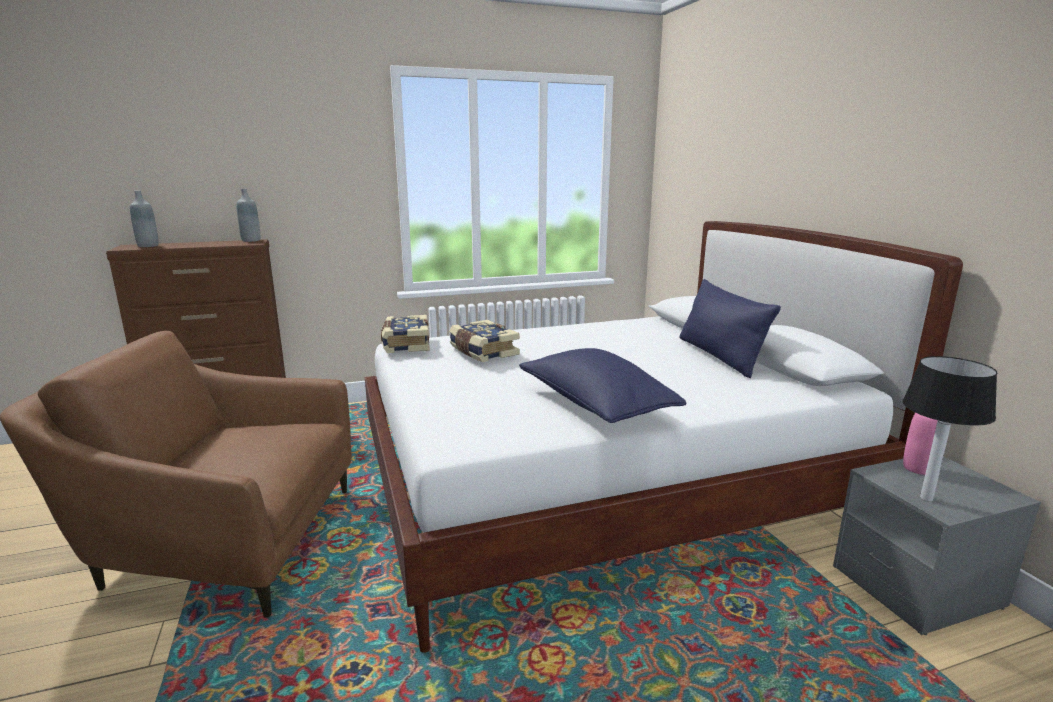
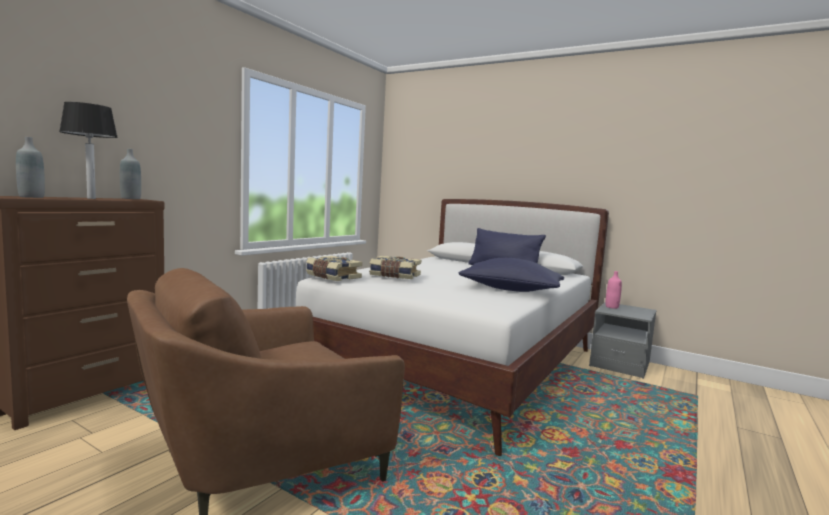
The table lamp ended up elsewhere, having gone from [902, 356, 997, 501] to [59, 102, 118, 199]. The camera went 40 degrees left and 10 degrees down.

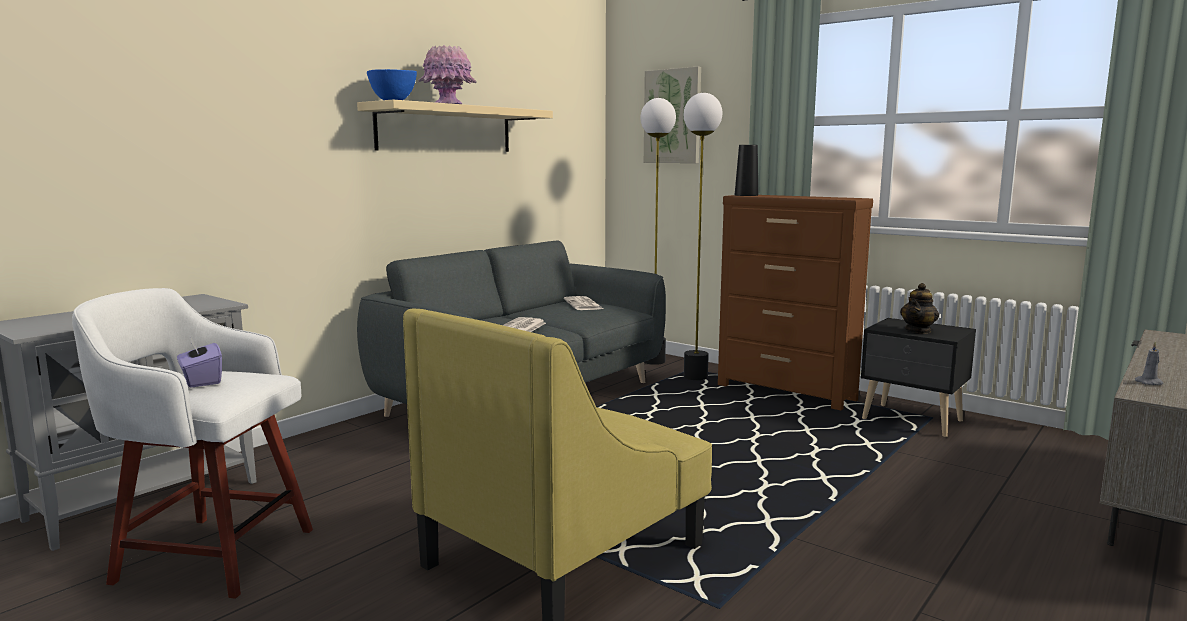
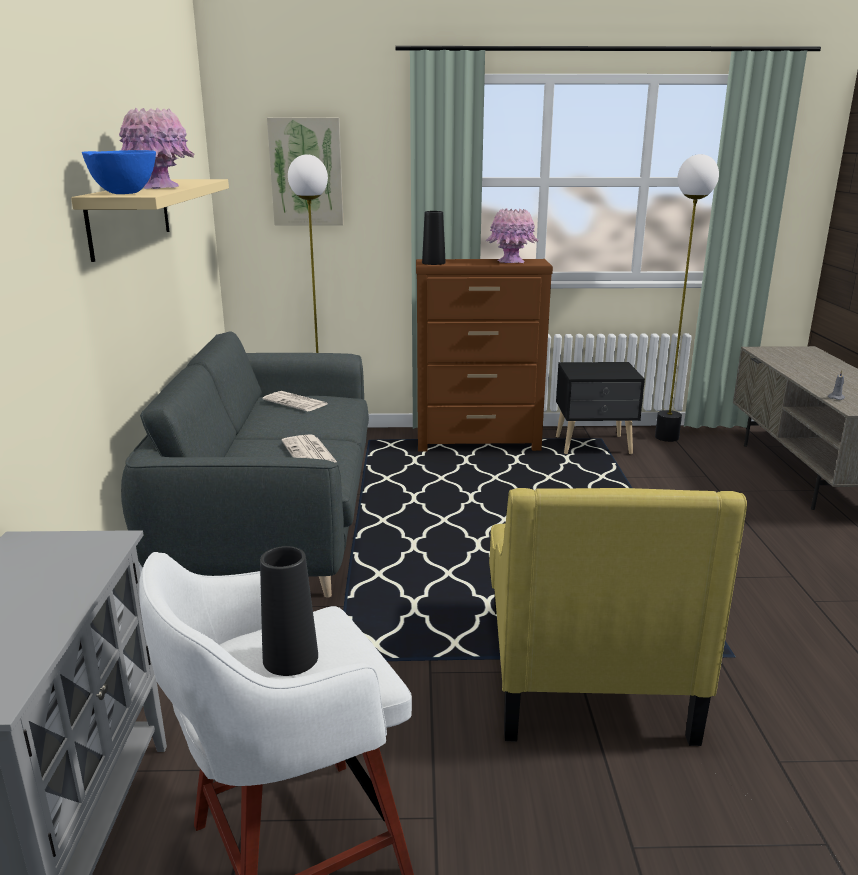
Where the box of tissues/purplish stood at [177, 336, 222, 388], the flower vase/black-coloured came to stand at [260, 546, 318, 676]. The floor lamp ended up elsewhere, having gone from [684, 93, 722, 380] to [655, 154, 719, 442]. The second view lost the pot for tea at [900, 283, 939, 334]. The second view gained the flower vase/pink-coloured at [486, 208, 539, 263]. The camera went 40 degrees left and 10 degrees up.

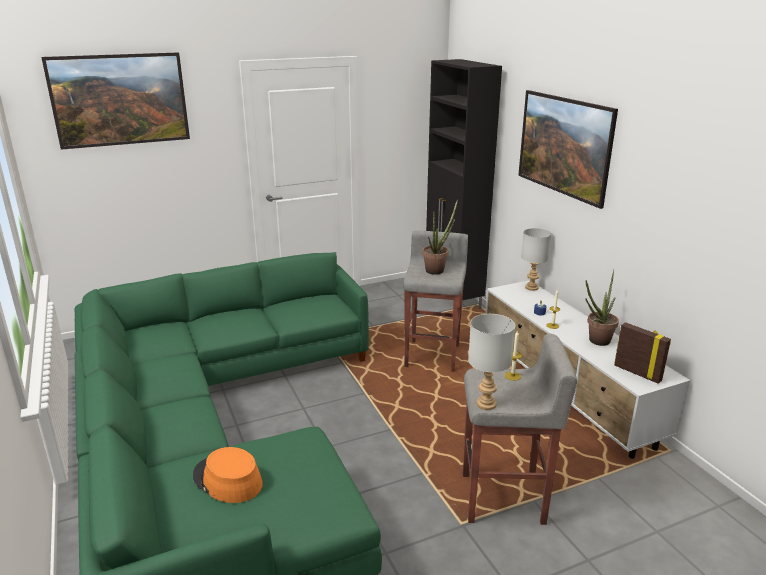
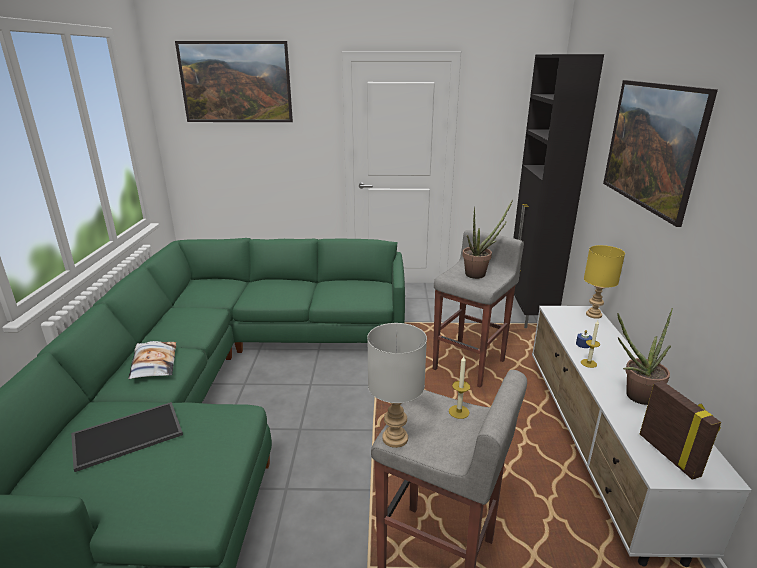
Where the clothing hat/orange-coloured stood at [193, 447, 263, 503], the serving tray came to stand at [71, 402, 183, 472]. What was the table lamp/greyish at [521, 228, 552, 291] turned into the table lamp/yellow-coloured at [584, 245, 625, 319]. The second view gained the pillow at [128, 341, 176, 379]. The camera went 25 degrees right and 0 degrees up.

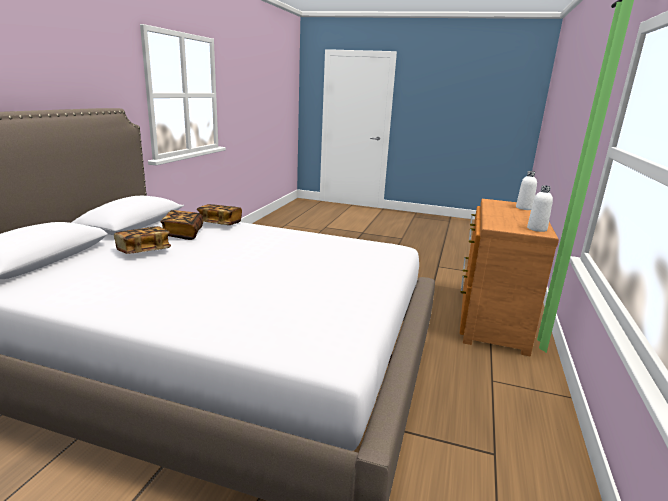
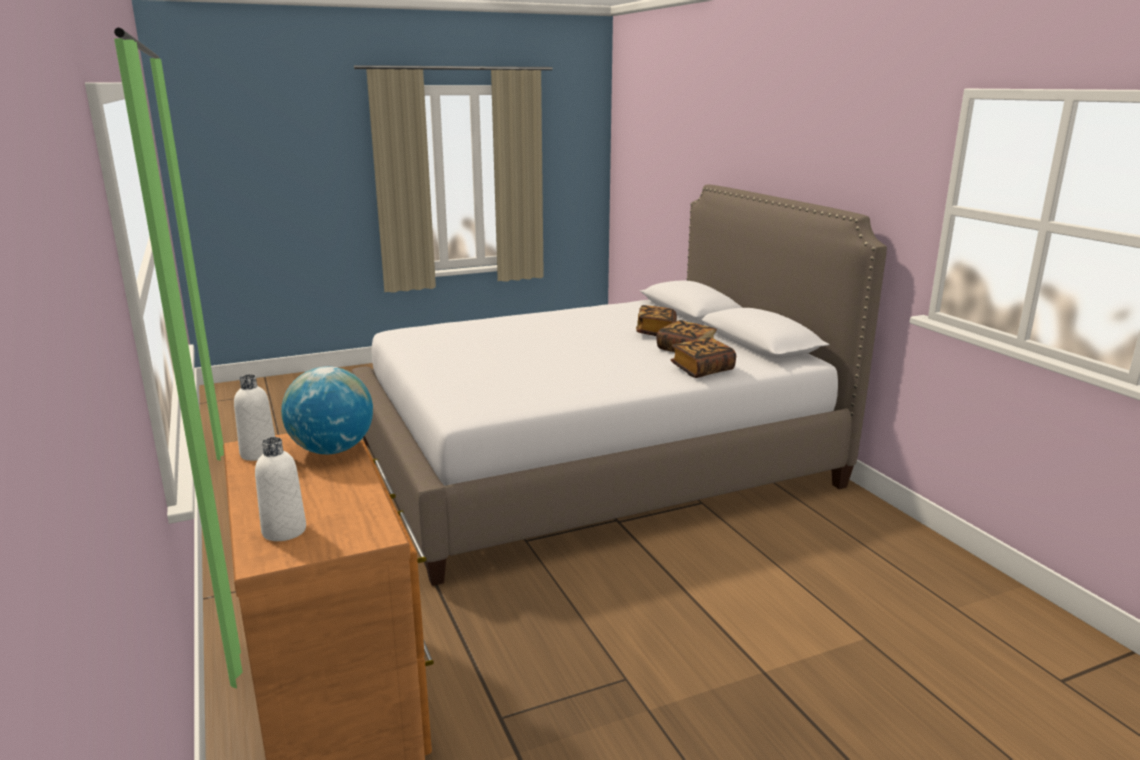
The second view gained the desk globe at [281, 366, 373, 454]. The camera went 140 degrees right and 0 degrees up.

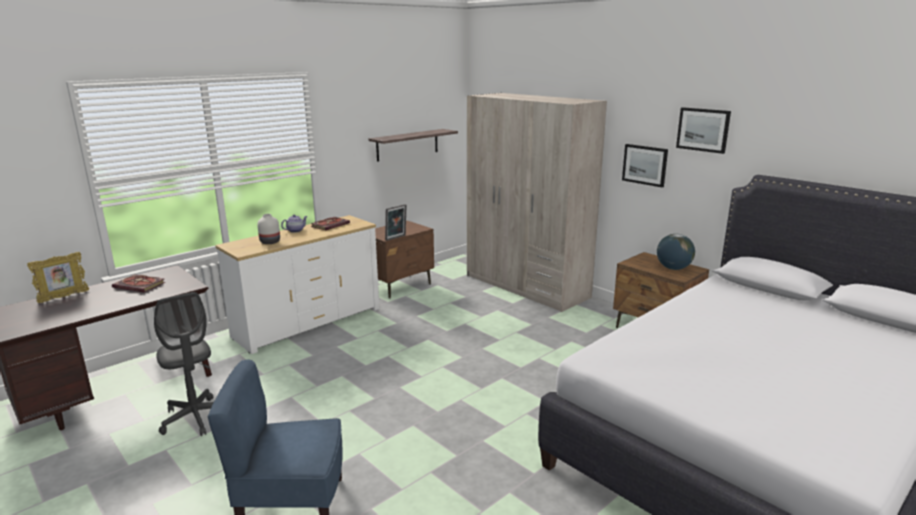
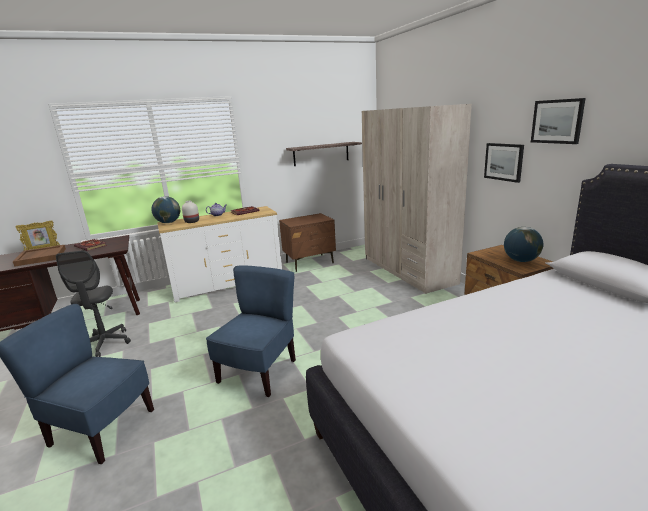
The second view lost the picture frame at [385, 204, 407, 241]. The second view gained the serving tray/brown-coloured at [13, 245, 66, 267]. The second view gained the desk globe at [151, 196, 180, 223]. The second view gained the chair/blue at [206, 266, 296, 397]. The camera went 20 degrees right and 0 degrees up.

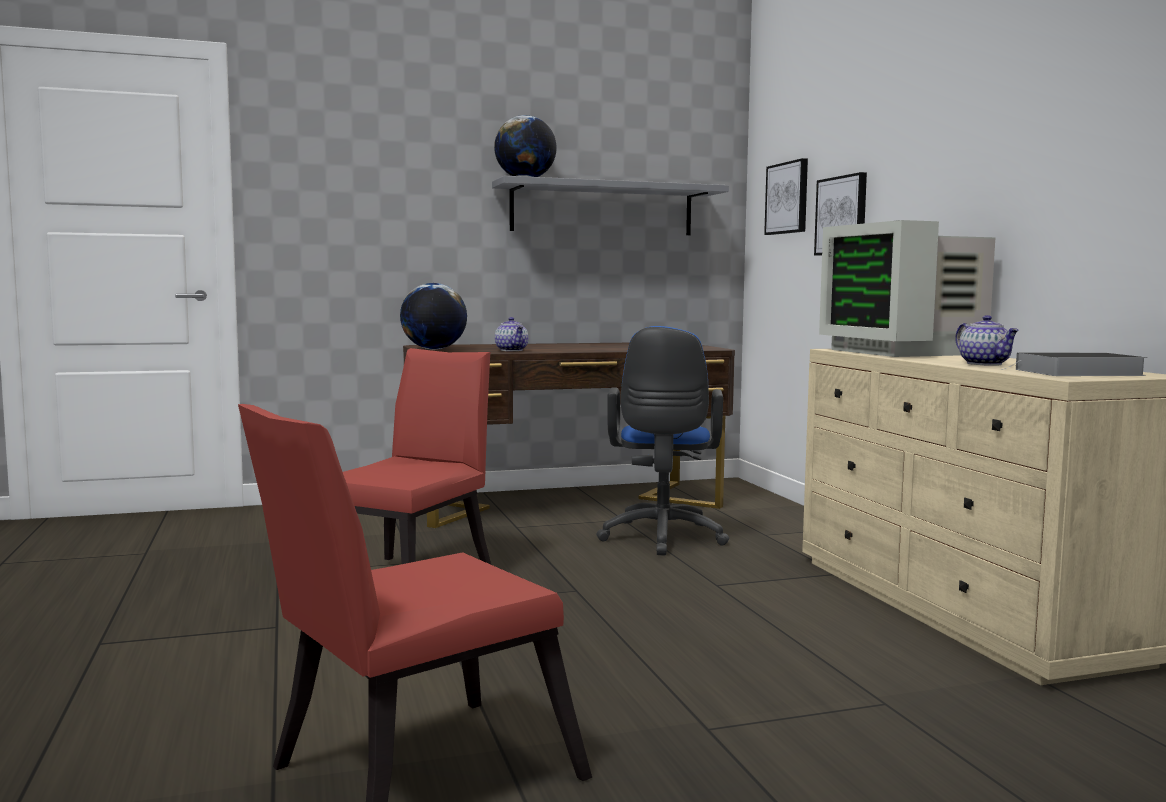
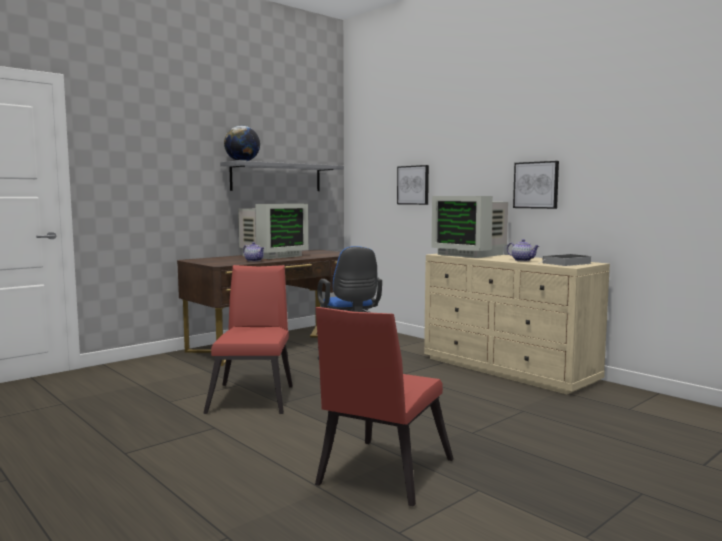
The second view lost the desk globe at [400, 283, 467, 349]. The wall art ended up elsewhere, having gone from [764, 158, 808, 235] to [513, 161, 559, 209]. The second view gained the monitor at [238, 203, 308, 259]. The camera went 25 degrees left and 0 degrees up.

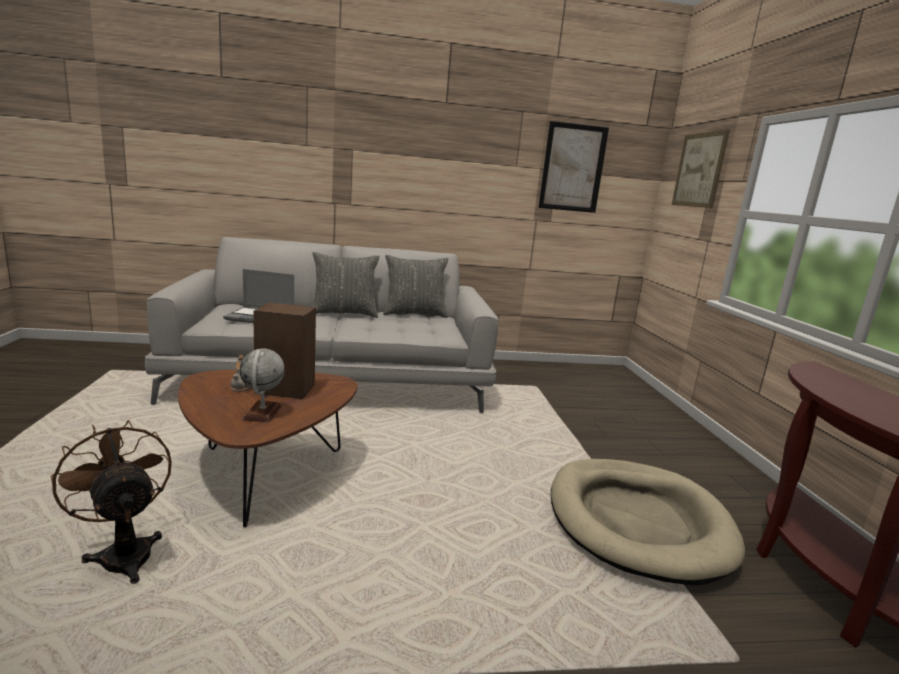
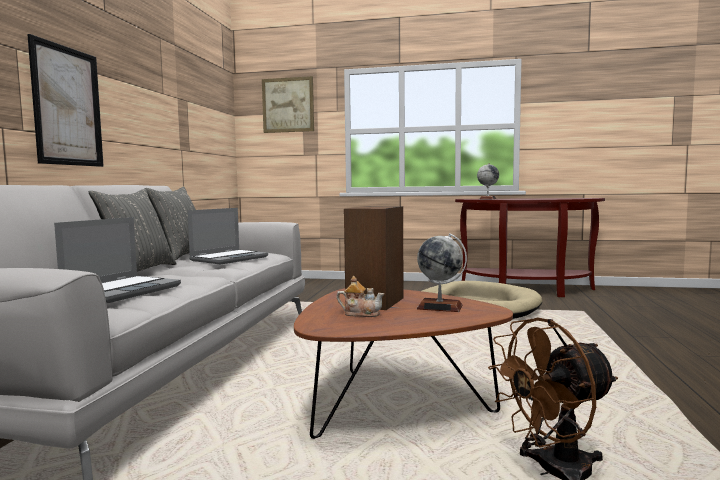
The wall art ended up elsewhere, having gone from [538, 121, 609, 213] to [27, 34, 104, 167]. The second view gained the portable computer at [187, 208, 268, 265]. The second view gained the desk globe at [477, 163, 499, 199]. The camera went 70 degrees left and 10 degrees down.

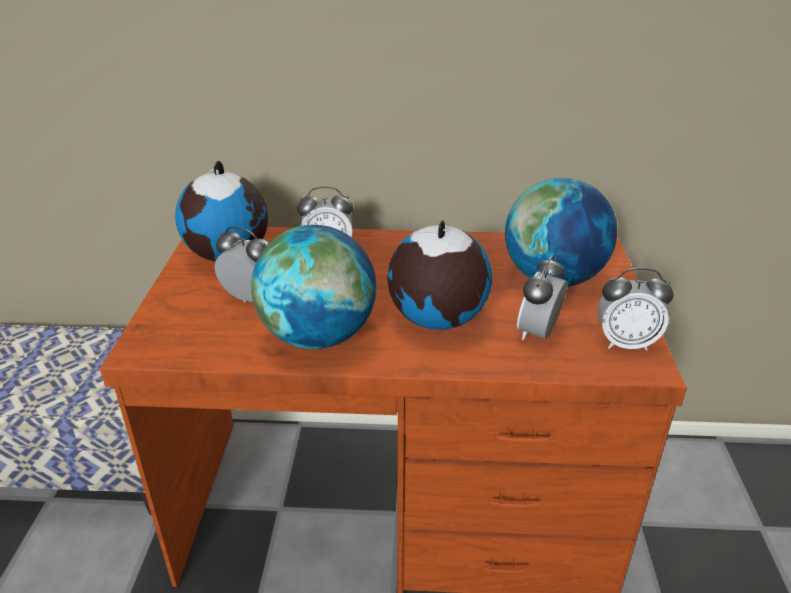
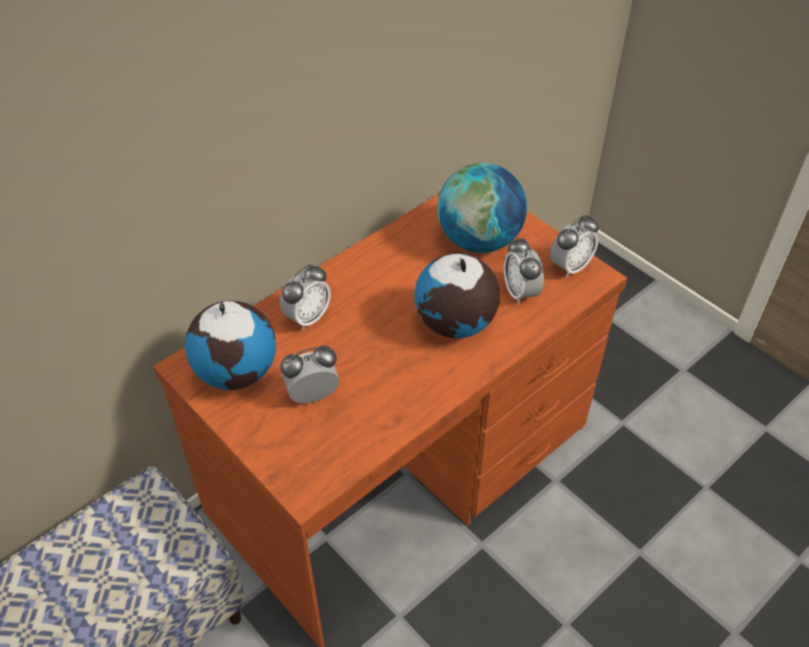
The second view lost the desk globe at [251, 225, 376, 349]. The camera went 45 degrees left and 15 degrees up.

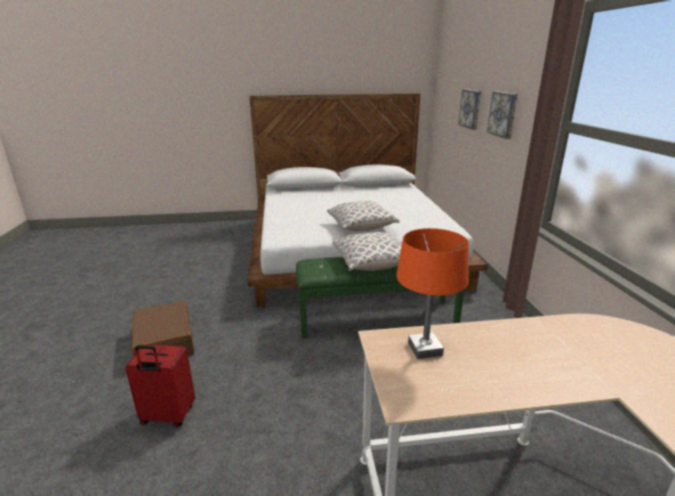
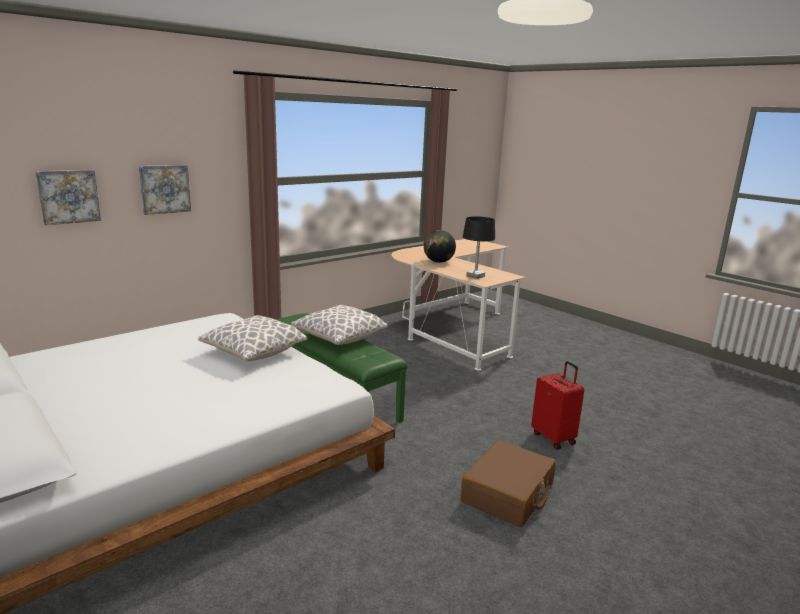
What was the table lamp/orange-coloured at [396, 228, 469, 359] turned into the table lamp/black-coloured at [463, 216, 495, 279]. The second view gained the desk globe at [424, 230, 456, 263]. The camera went 125 degrees left and 5 degrees down.

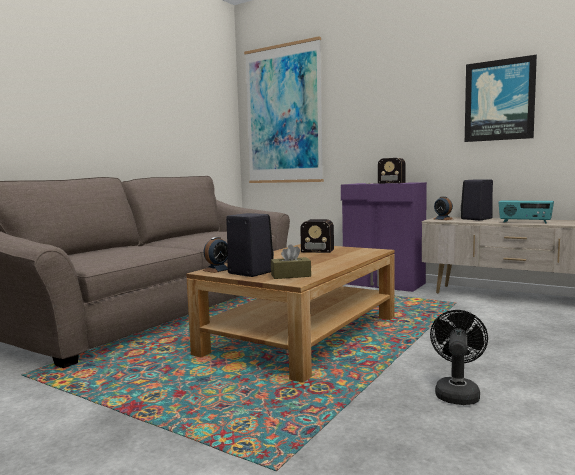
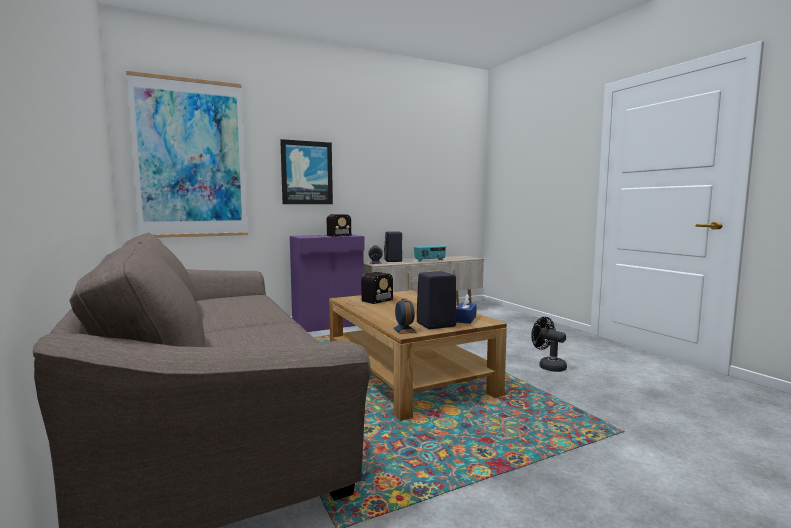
What was the box of tissues/brown-coloured at [271, 244, 311, 279] turned into the box of tissues/blue at [456, 294, 477, 324]. The wall art ended up elsewhere, having gone from [465, 55, 537, 142] to [280, 139, 333, 204]. The camera went 60 degrees left and 0 degrees up.

